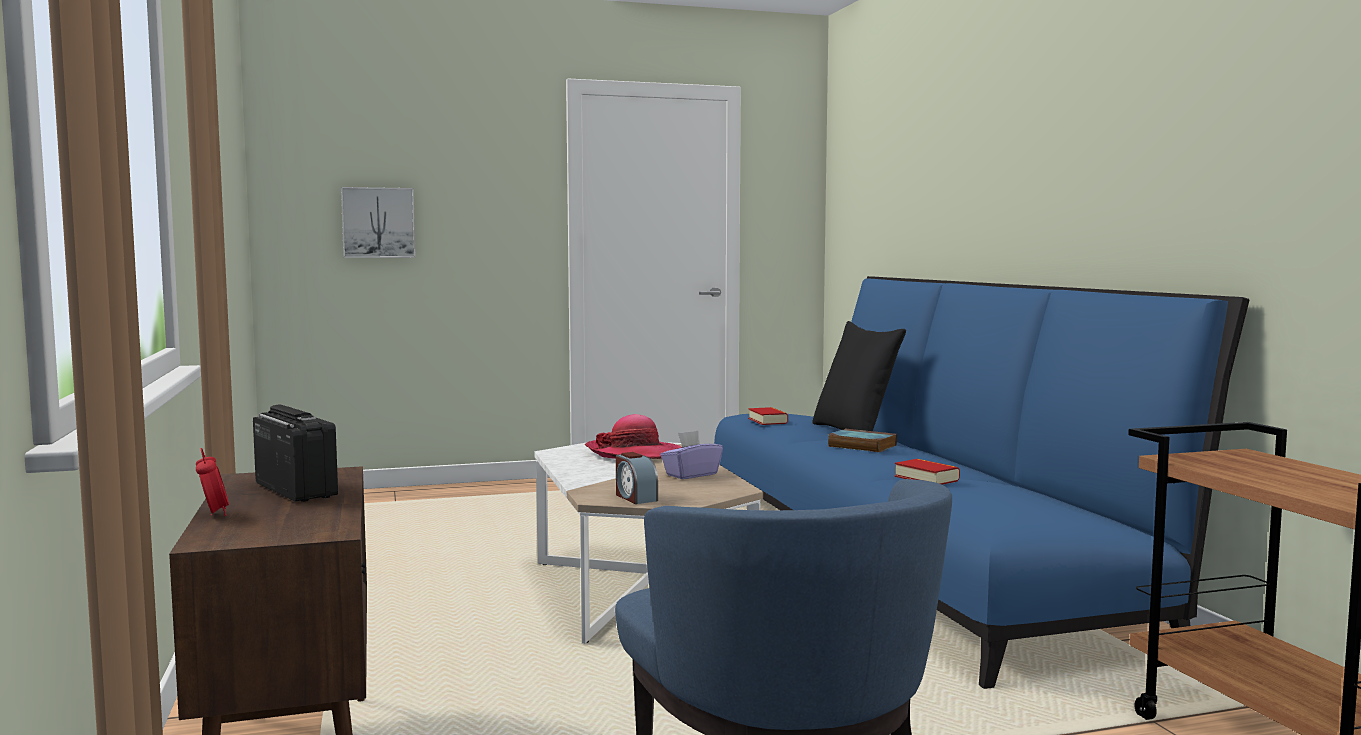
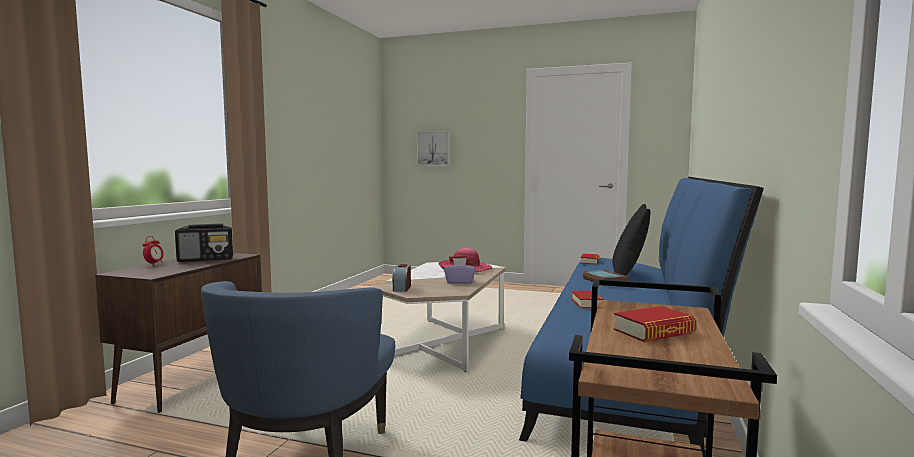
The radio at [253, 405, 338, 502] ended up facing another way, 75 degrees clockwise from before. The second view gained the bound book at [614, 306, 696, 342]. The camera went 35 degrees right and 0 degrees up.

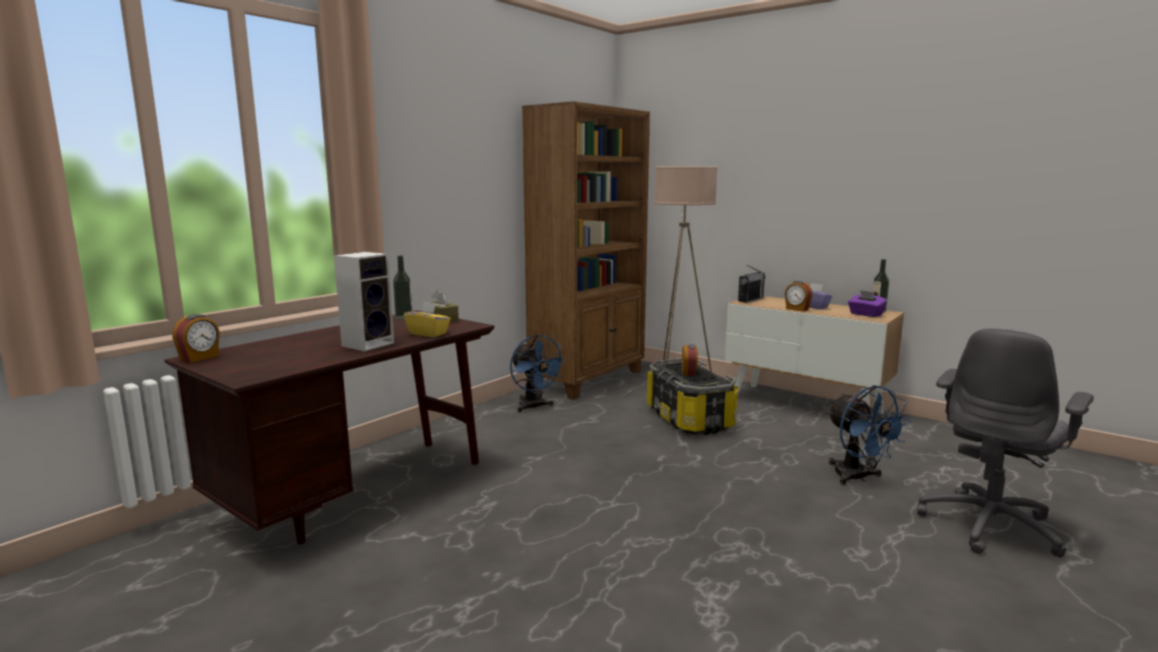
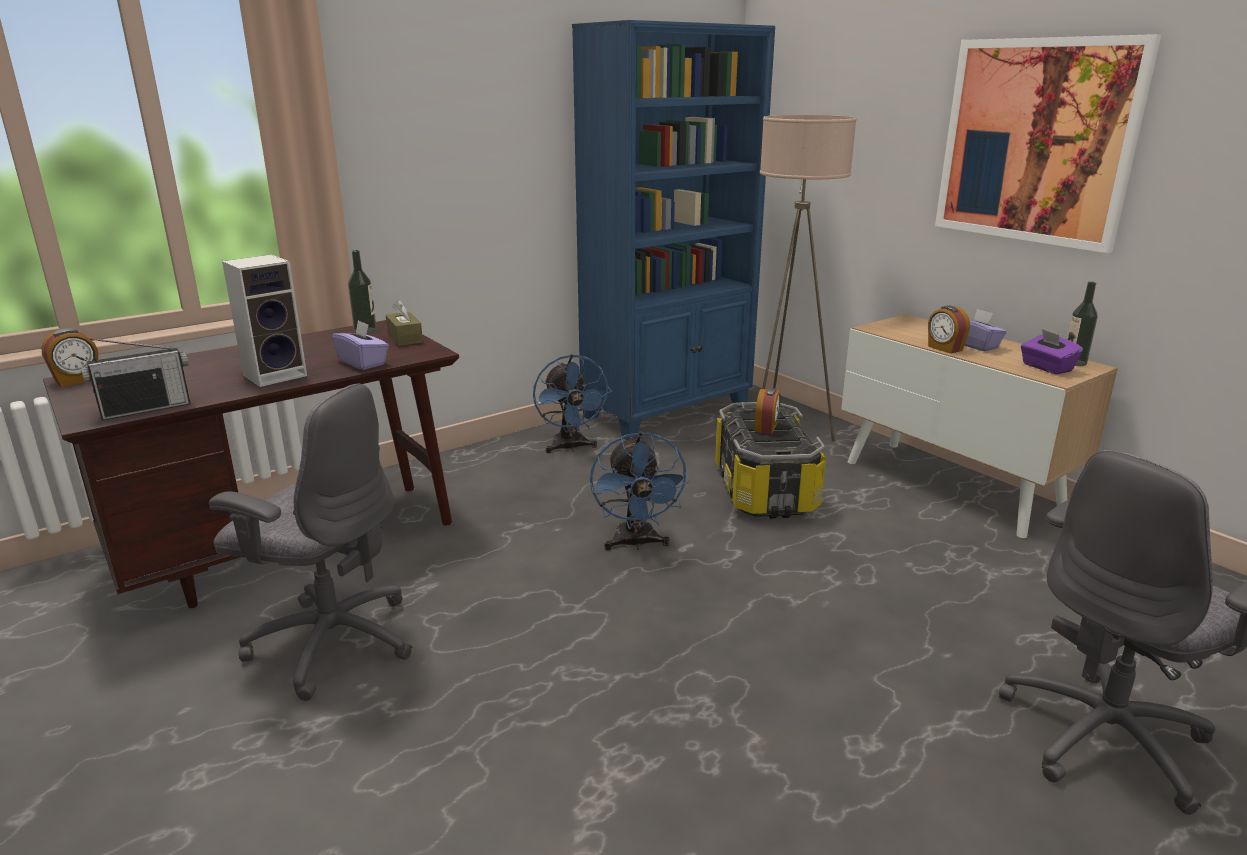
What was the box of tissues/yellow-coloured at [404, 302, 451, 337] turned into the box of tissues/purplish at [332, 320, 389, 370]. What was the bookcase/brown-coloured at [522, 101, 650, 400] turned into the bookcase/blue at [572, 20, 775, 440]. The radio ended up elsewhere, having gone from [738, 265, 766, 303] to [81, 338, 191, 421]. The cooling fan/blue ended up elsewhere, having gone from [827, 385, 911, 485] to [590, 432, 690, 550]. The second view gained the desk chair/greyish at [209, 384, 412, 701]. The second view gained the wall art at [935, 34, 1161, 253]. The camera went 15 degrees right and 10 degrees up.

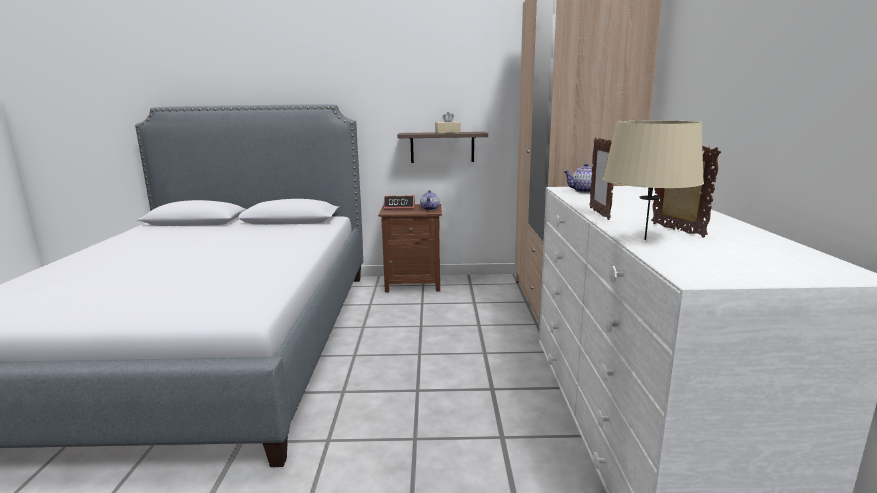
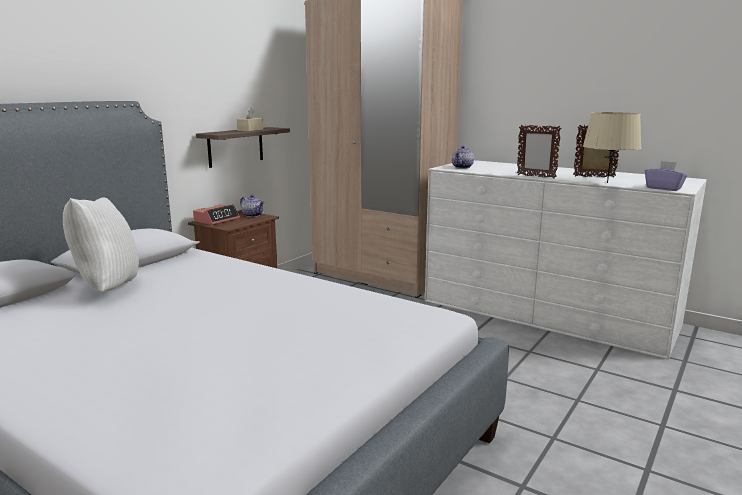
The second view gained the pillow/white at [63, 198, 139, 292]. The second view gained the box of tissues/purplish at [645, 161, 687, 191]. The camera went 55 degrees left and 0 degrees up.

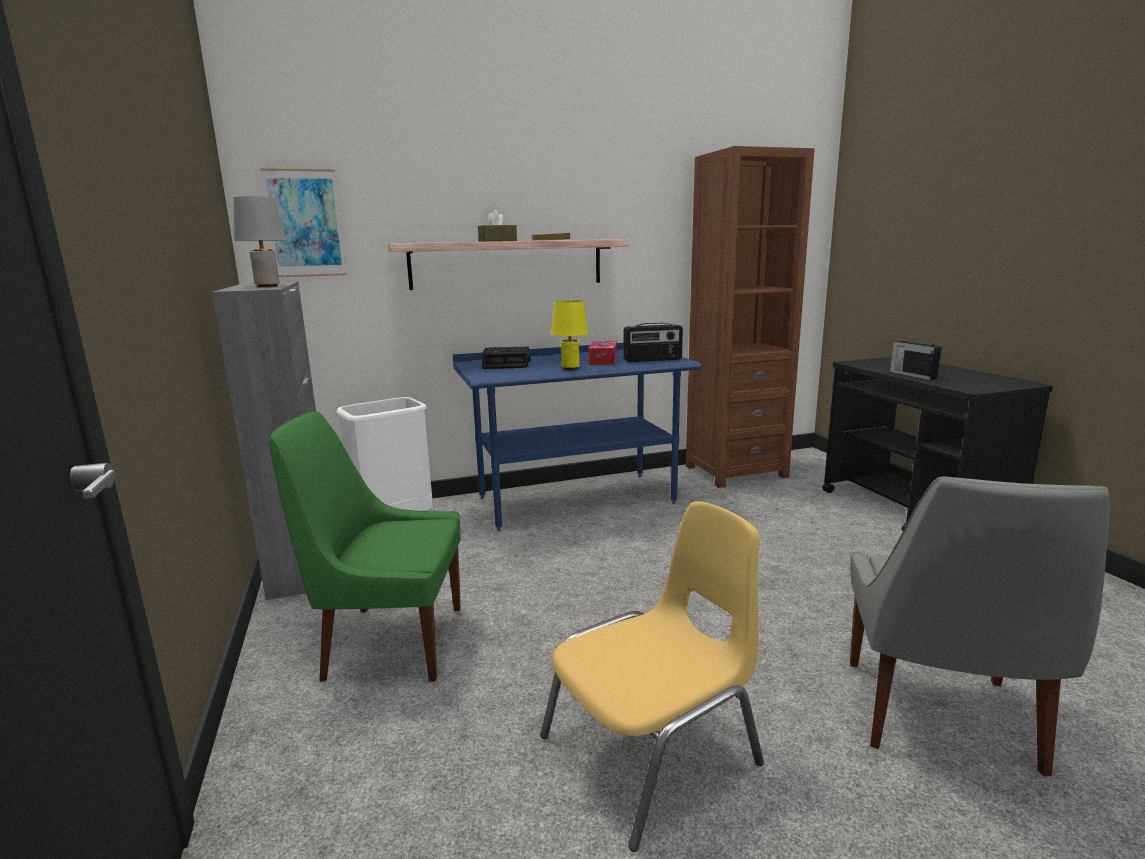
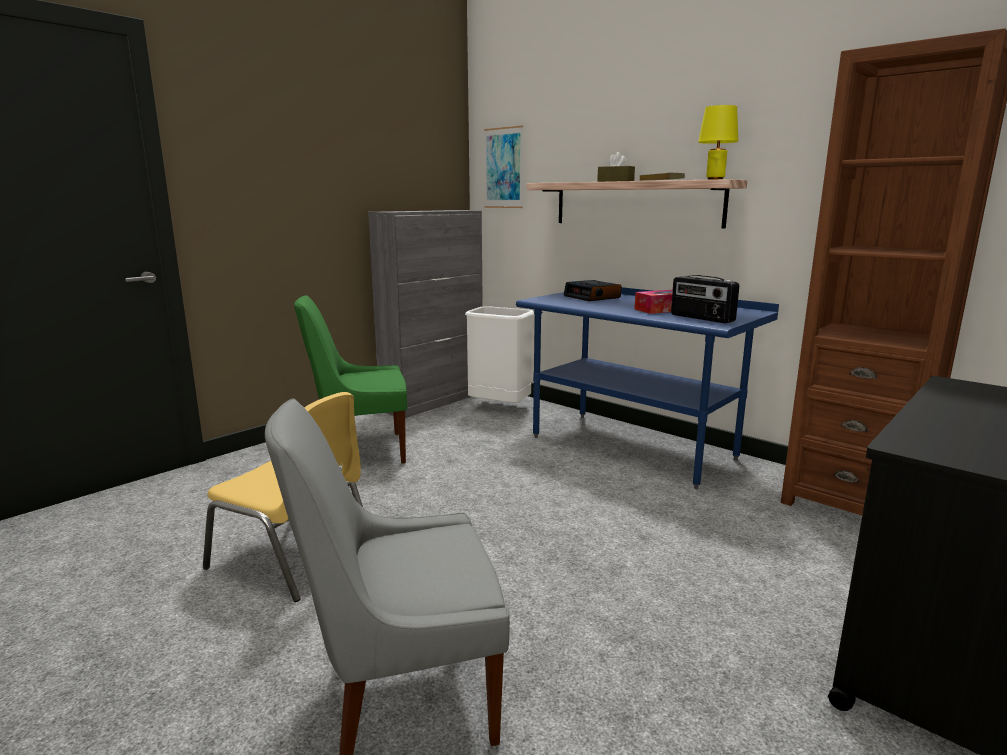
The second view lost the table lamp/greyish at [233, 196, 287, 287]. The chair/green at [269, 411, 461, 682] ended up facing another way, 75 degrees counterclockwise from before. The table lamp/yellow-coloured ended up elsewhere, having gone from [551, 300, 588, 370] to [698, 105, 738, 180]. The second view lost the radio at [890, 337, 942, 380]. The camera went 60 degrees right and 0 degrees up.

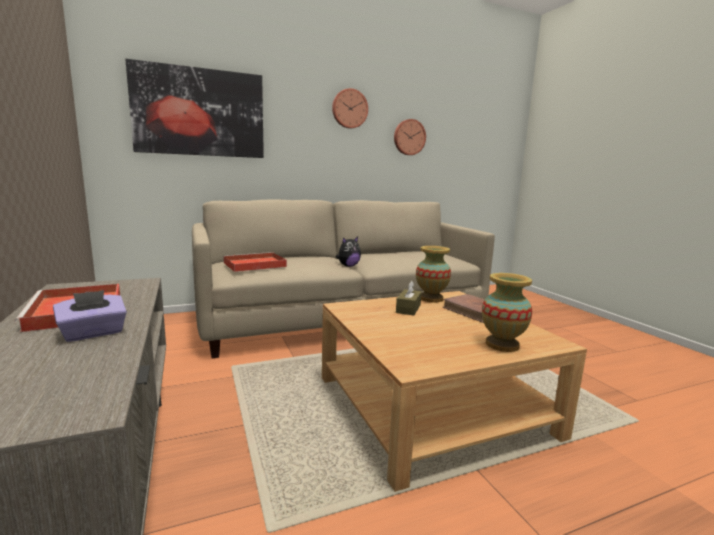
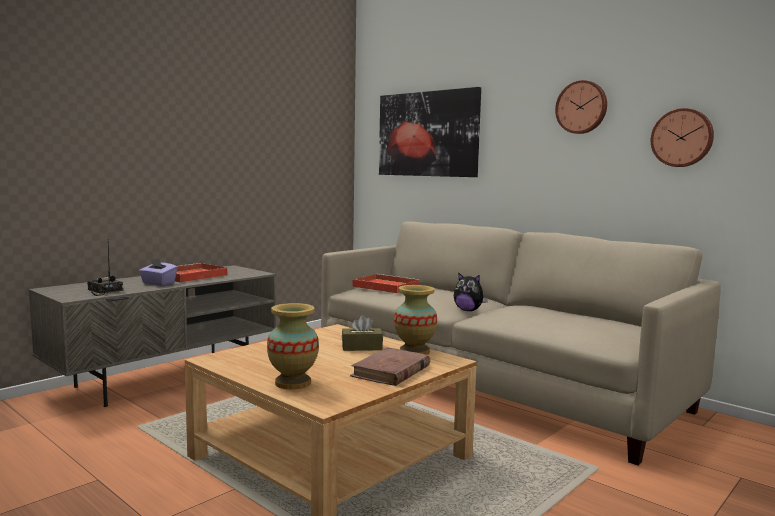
The second view gained the radio at [87, 243, 123, 296]. The camera went 65 degrees right and 5 degrees down.

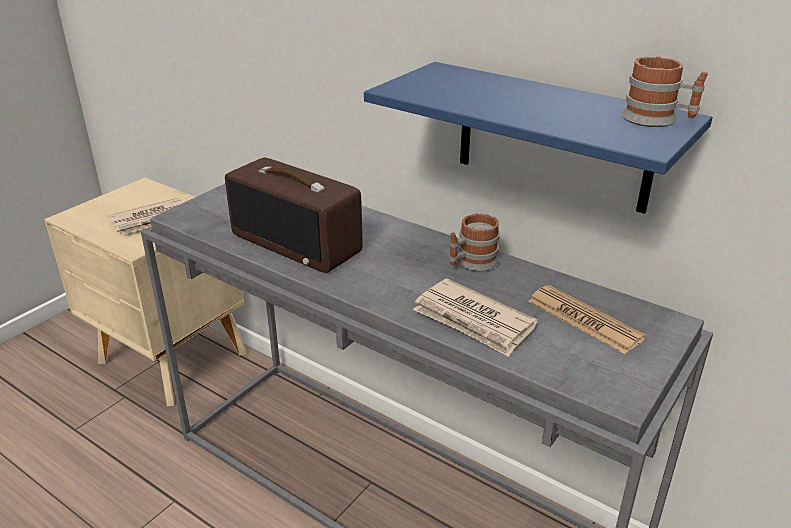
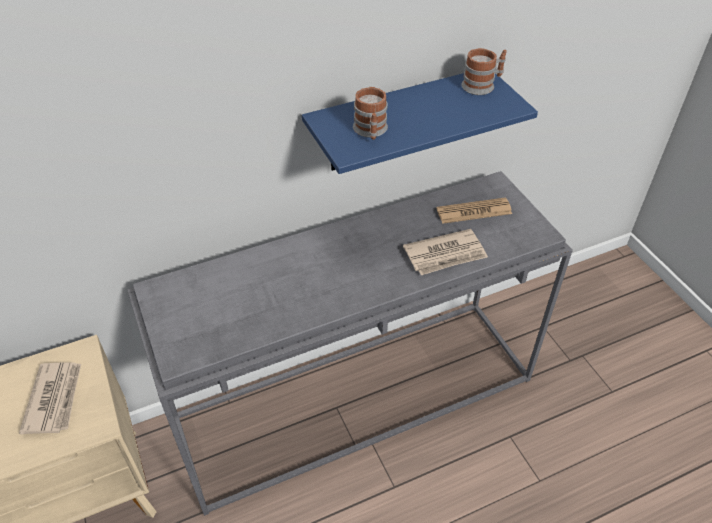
The second view lost the radio at [225, 157, 363, 273]. The tea mug ended up elsewhere, having gone from [449, 213, 500, 271] to [353, 87, 388, 140]. The camera went 60 degrees left and 15 degrees up.

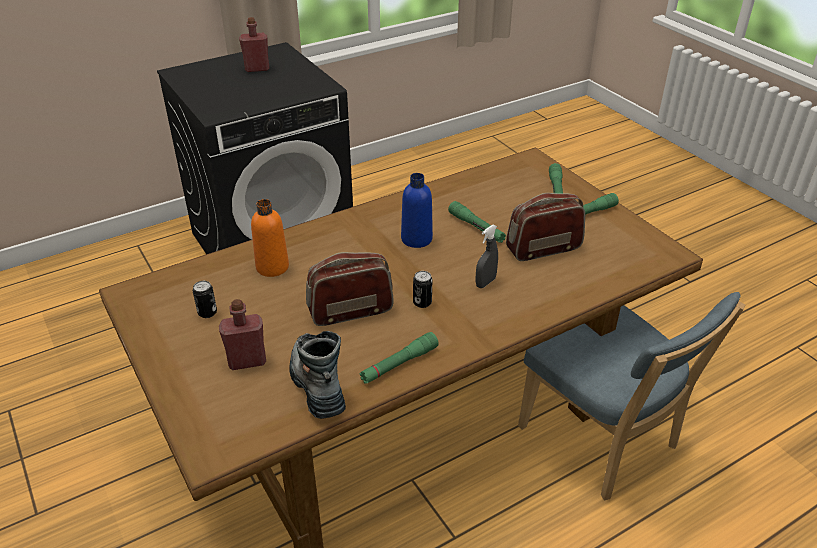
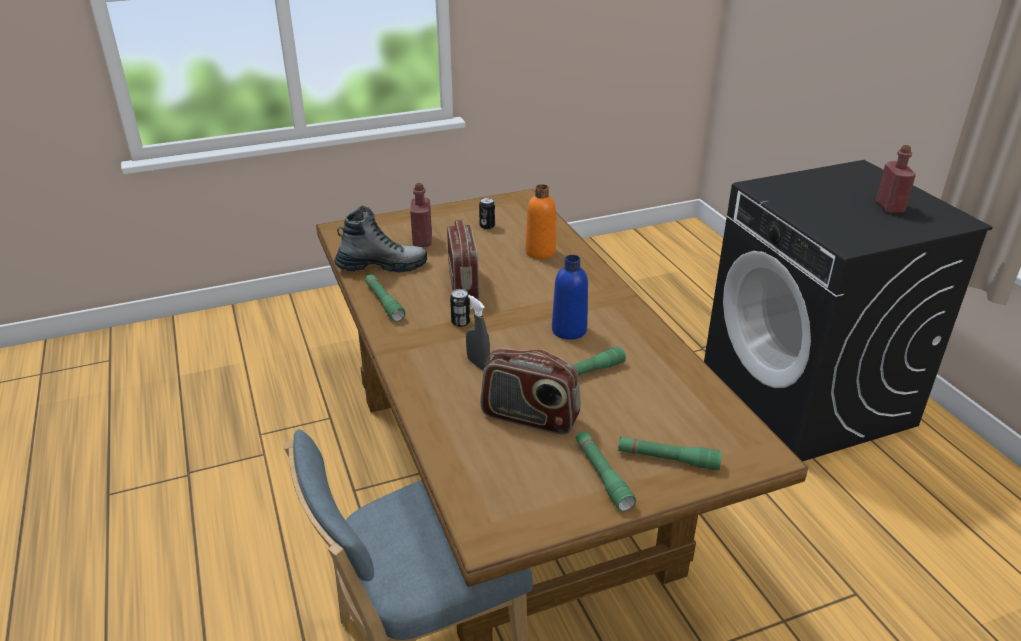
The radio at [506, 193, 585, 261] ended up facing another way, 120 degrees clockwise from before. The camera went 100 degrees right and 5 degrees down.

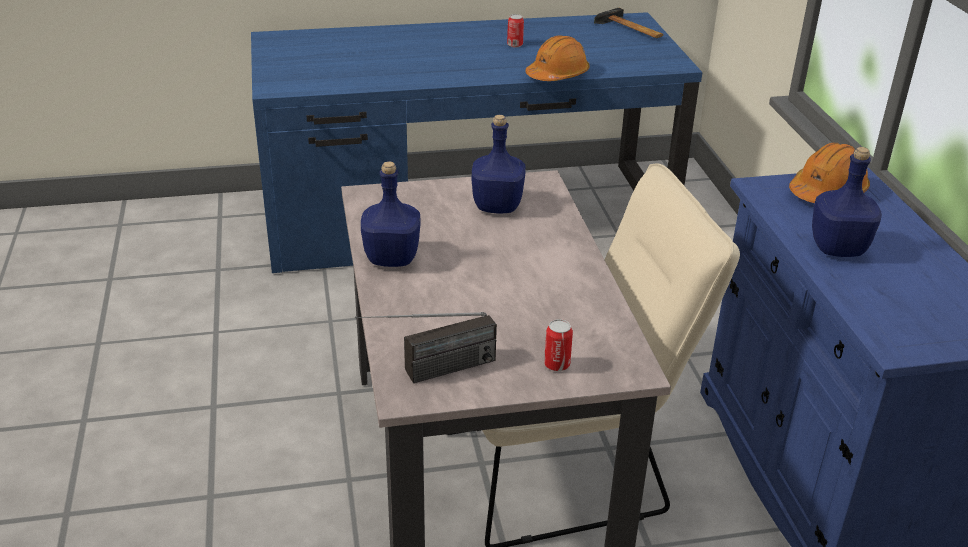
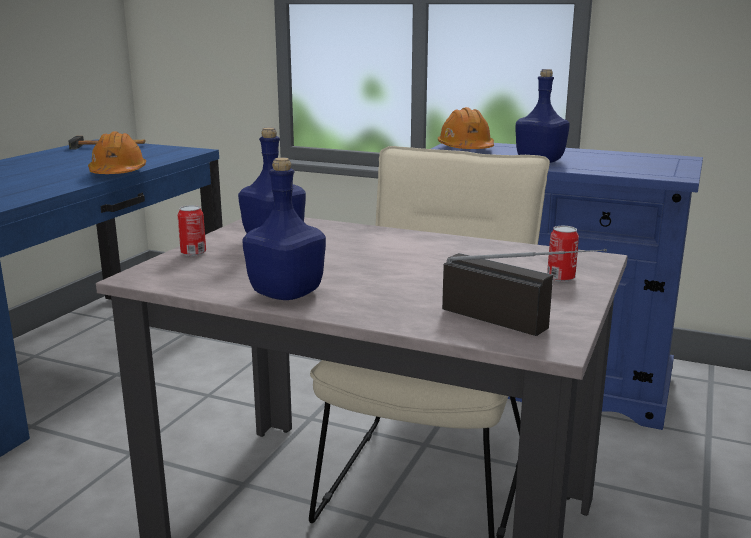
The radio at [355, 312, 497, 383] ended up facing another way, 60 degrees counterclockwise from before. The metal can ended up elsewhere, having gone from [507, 14, 524, 47] to [178, 205, 206, 256]. The camera went 55 degrees left and 15 degrees down.

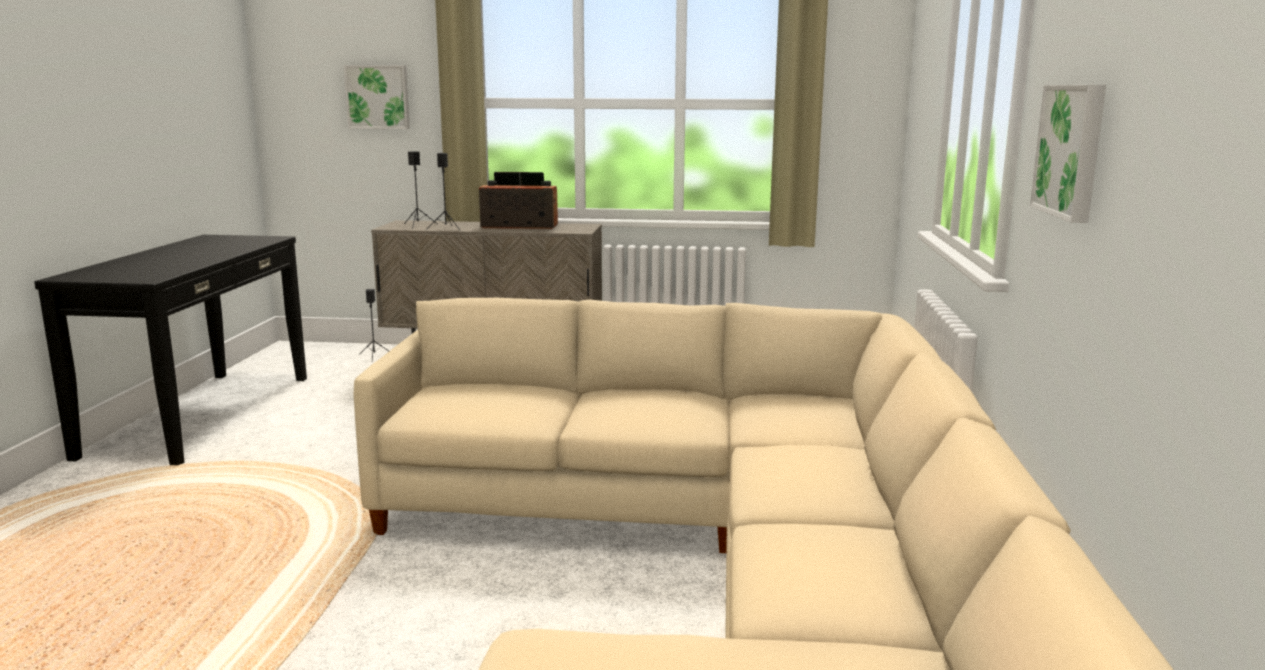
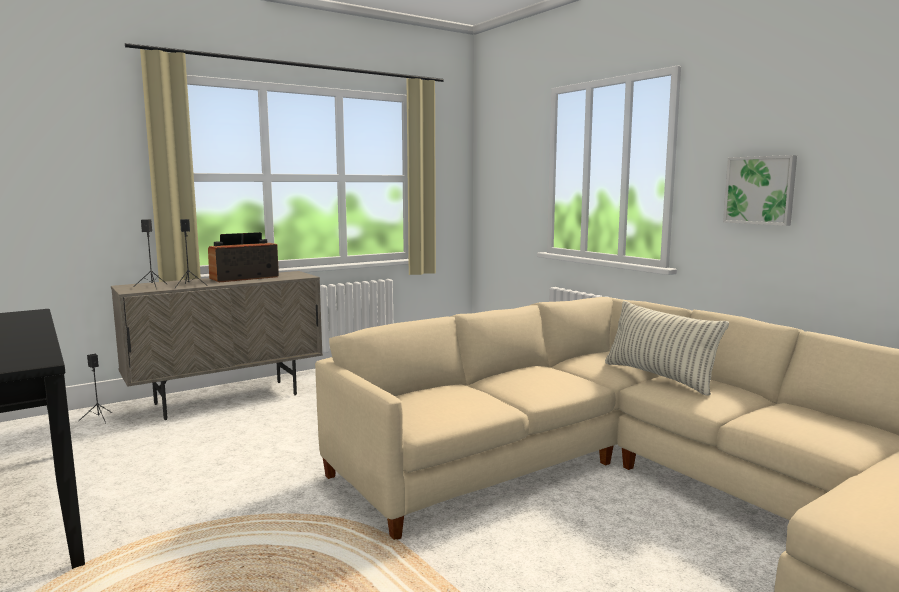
The second view lost the wall art at [344, 65, 410, 129]. The second view gained the pillow at [605, 301, 729, 396]. The camera went 40 degrees left and 5 degrees down.

